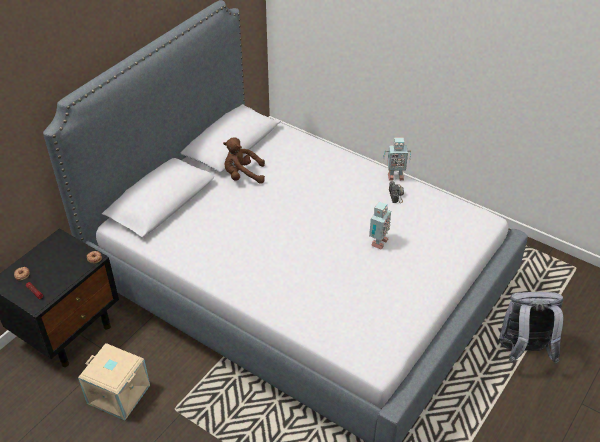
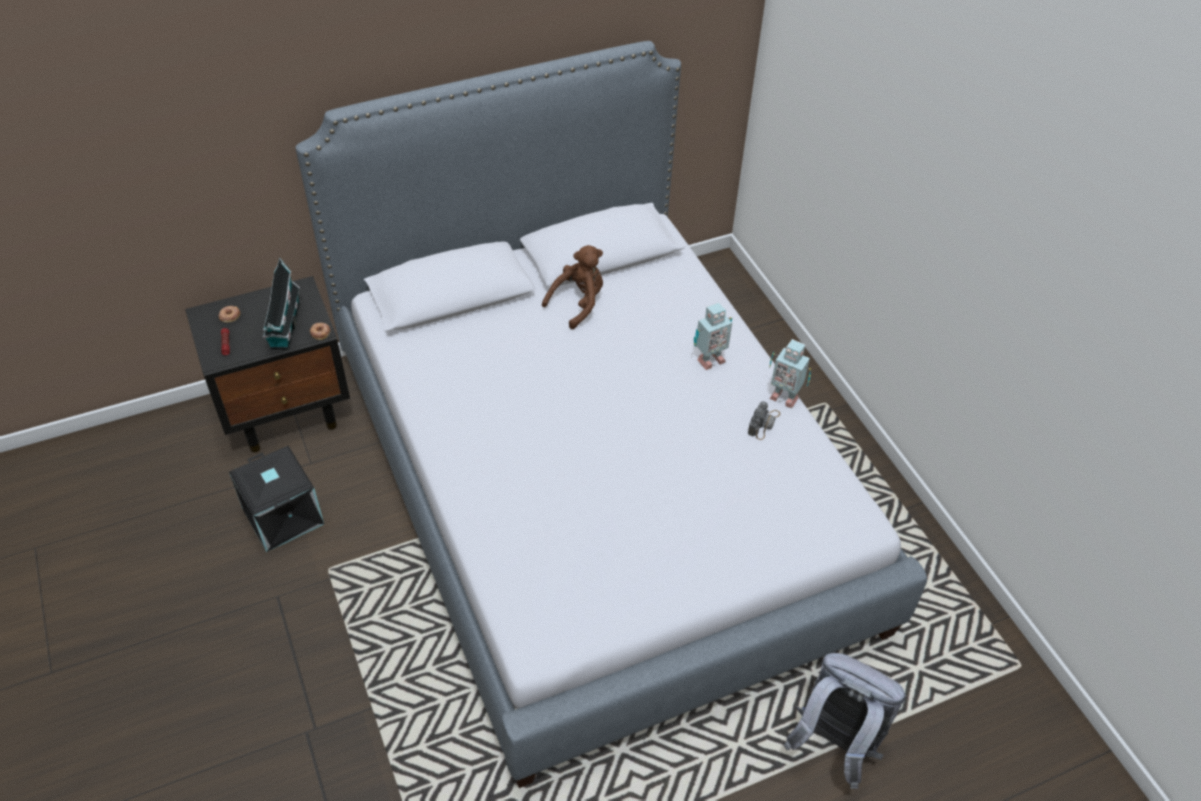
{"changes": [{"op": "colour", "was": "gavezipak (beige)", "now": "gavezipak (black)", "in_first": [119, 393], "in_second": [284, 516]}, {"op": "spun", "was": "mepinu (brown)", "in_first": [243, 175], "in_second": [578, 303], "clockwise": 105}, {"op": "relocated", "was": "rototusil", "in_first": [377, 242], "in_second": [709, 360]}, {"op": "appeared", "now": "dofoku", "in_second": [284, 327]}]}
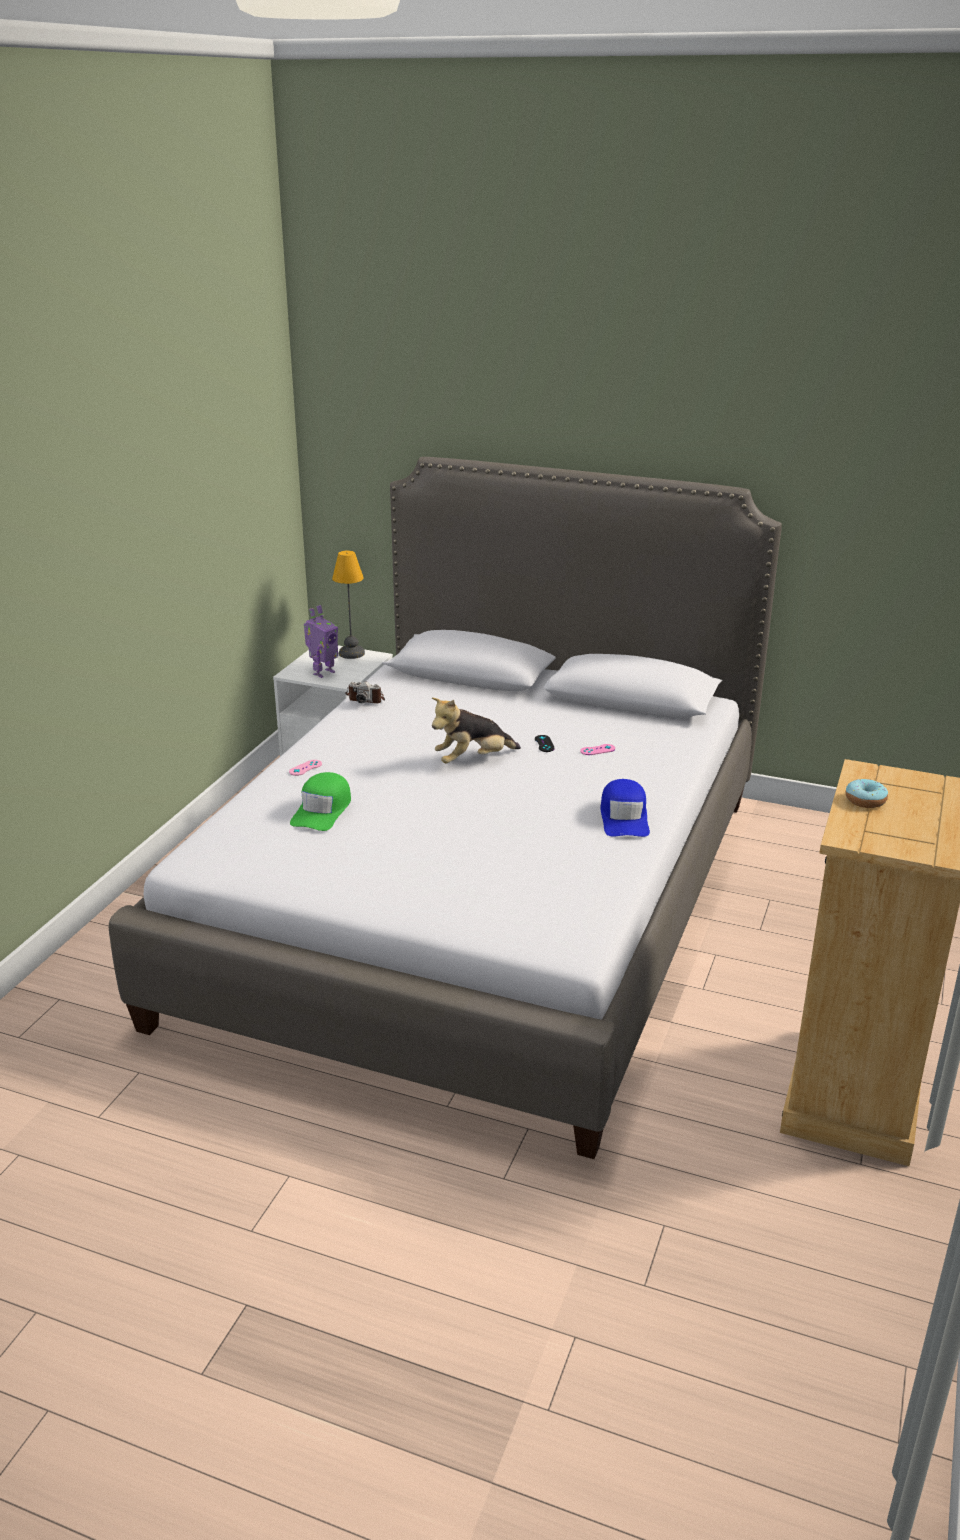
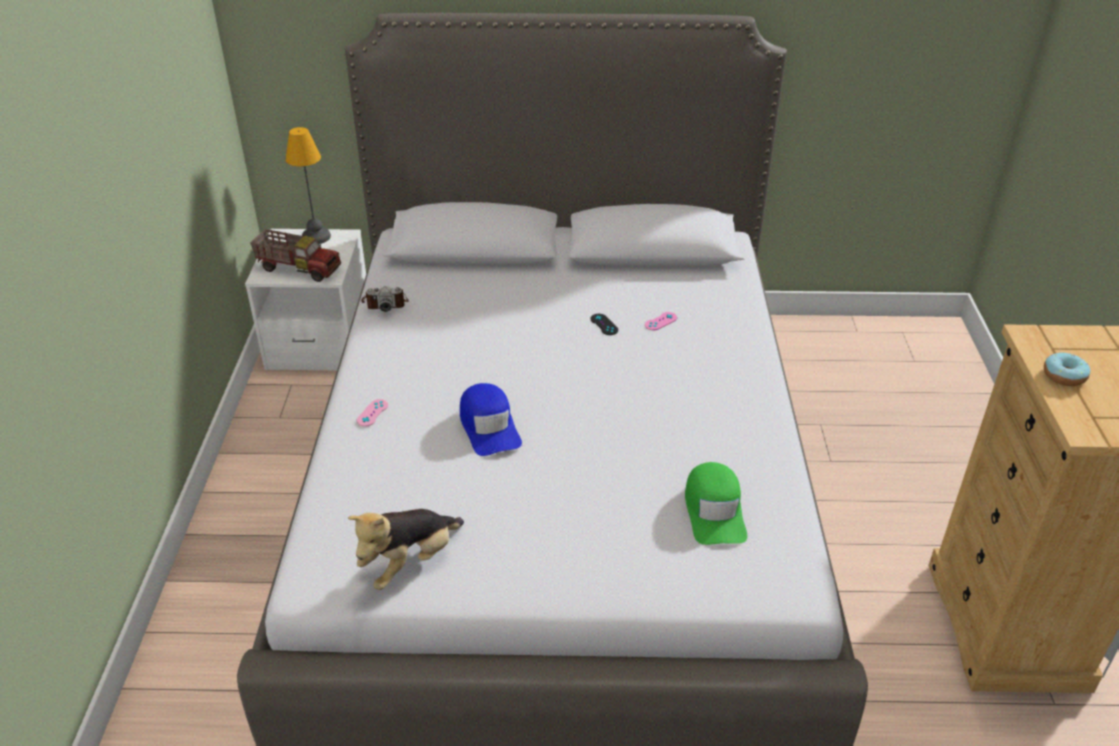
{"changes": [{"op": "relocated", "was": "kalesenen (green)", "in_first": [322, 810], "in_second": [714, 511]}, {"op": "exchanged", "was": "rototusil", "now": "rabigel", "in_first": [323, 673], "in_second": [299, 268]}, {"op": "relocated", "was": "mepinu", "in_first": [473, 760], "in_second": [410, 562]}, {"op": "relocated", "was": "kalesenen (blue)", "in_first": [624, 817], "in_second": [489, 426]}]}
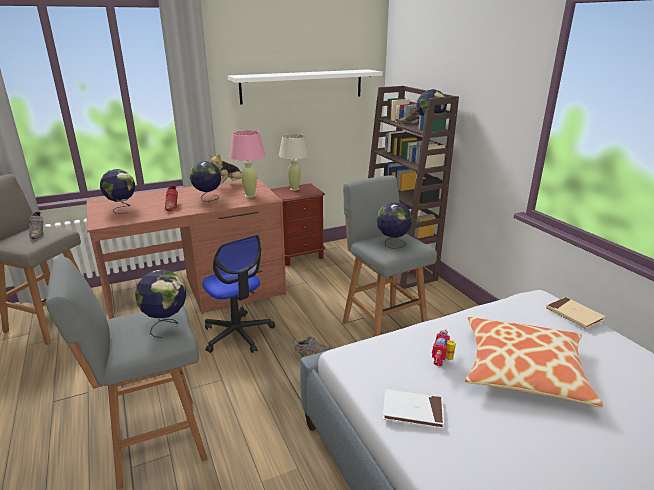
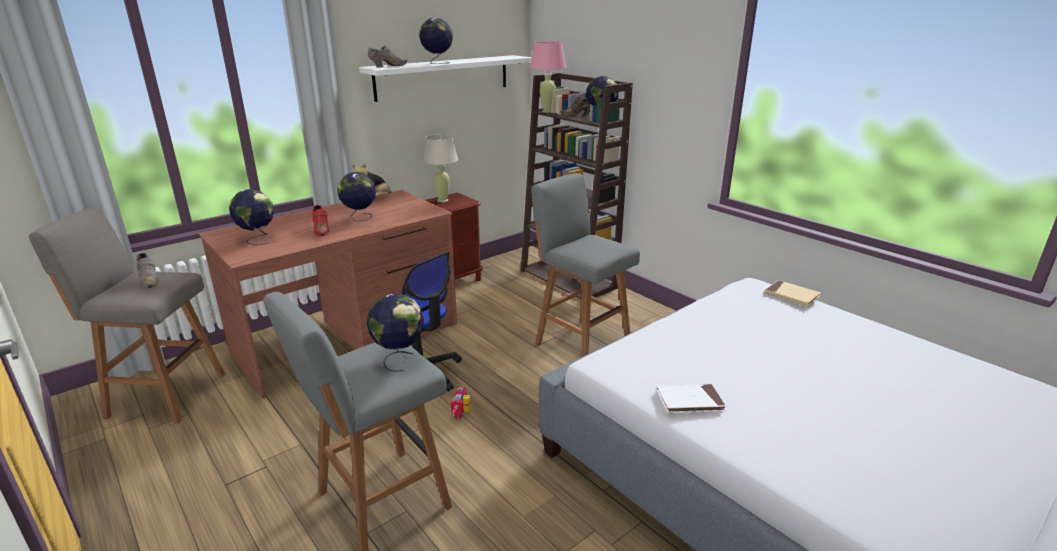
{"changes": [{"op": "relocated", "was": "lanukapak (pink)", "in_first": [250, 195], "in_second": [547, 111]}, {"op": "relocated", "was": "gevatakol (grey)", "in_first": [311, 353], "in_second": [387, 66]}, {"op": "relocated", "was": "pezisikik", "in_first": [392, 245], "in_second": [437, 63]}, {"op": "relocated", "was": "rototusil", "in_first": [442, 361], "in_second": [462, 414]}, {"op": "missing", "was": "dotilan", "in_first": [523, 370]}]}
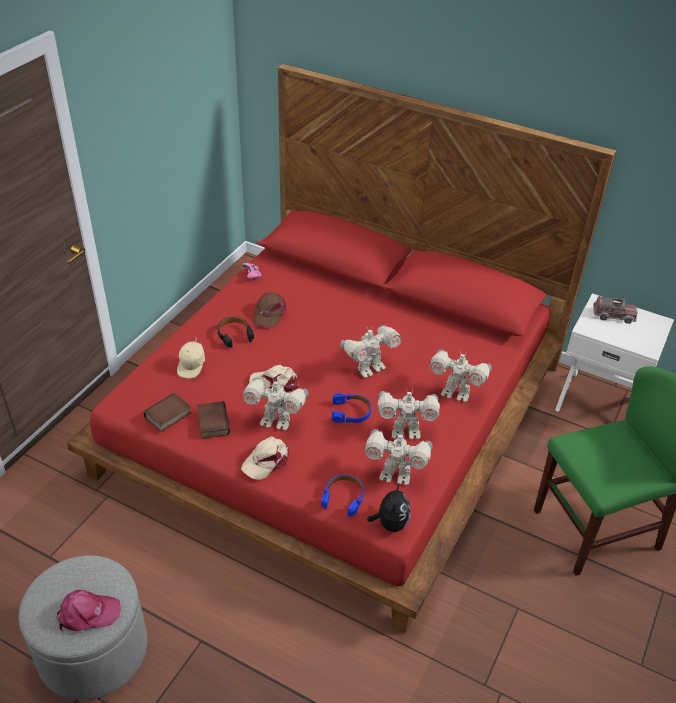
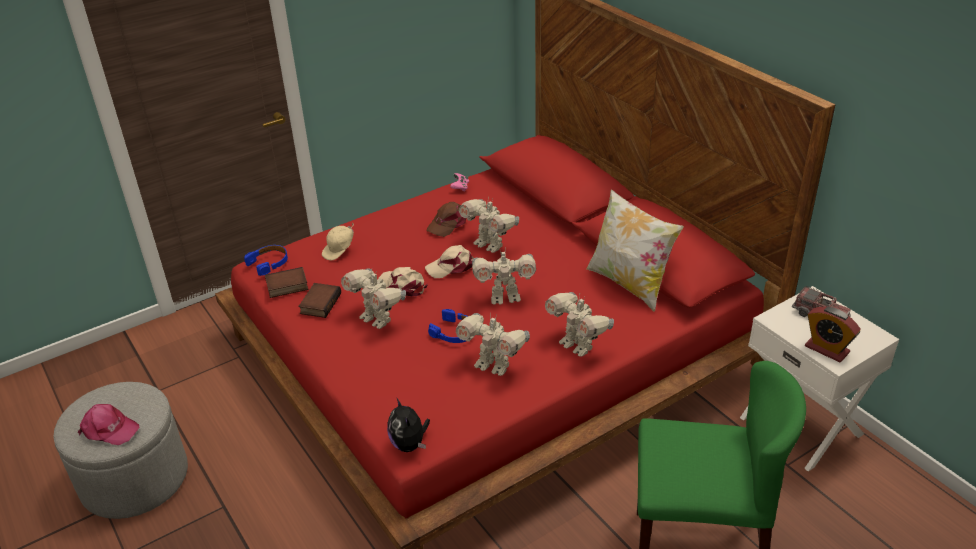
{"changes": [{"op": "missing", "was": "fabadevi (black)", "in_first": [234, 335]}, {"op": "relocated", "was": "kalesenen (beige)", "in_first": [267, 460], "in_second": [451, 267]}, {"op": "relocated", "was": "fabadevi (blue)", "in_first": [343, 497], "in_second": [269, 263]}, {"op": "relocated", "was": "rototusil", "in_first": [395, 475], "in_second": [489, 245]}, {"op": "spun", "was": "mepinu", "in_first": [390, 523], "in_second": [410, 444], "clockwise": 120}, {"op": "appeared", "now": "dotilan", "in_second": [629, 284]}, {"op": "appeared", "now": "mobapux", "in_second": [827, 349]}]}
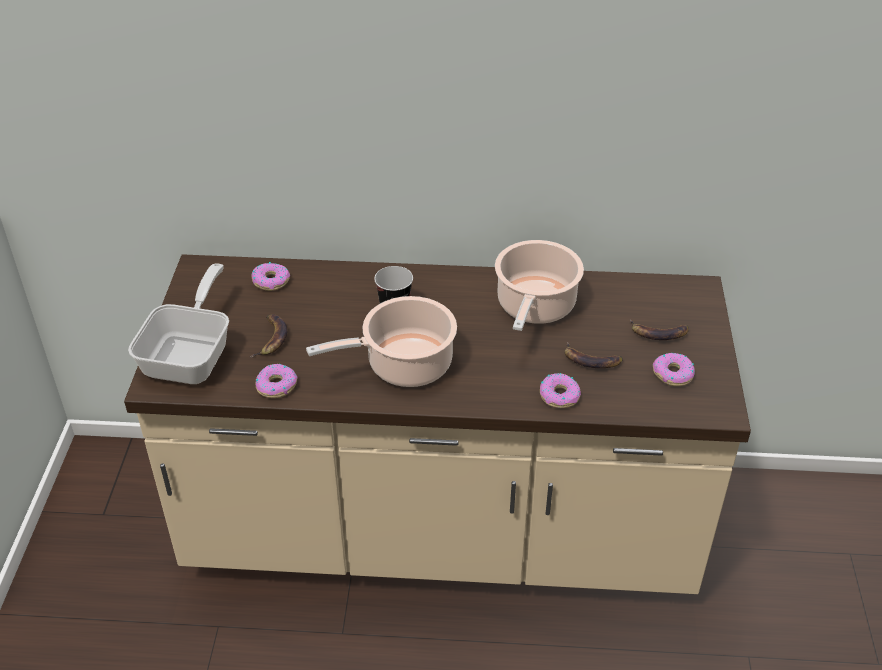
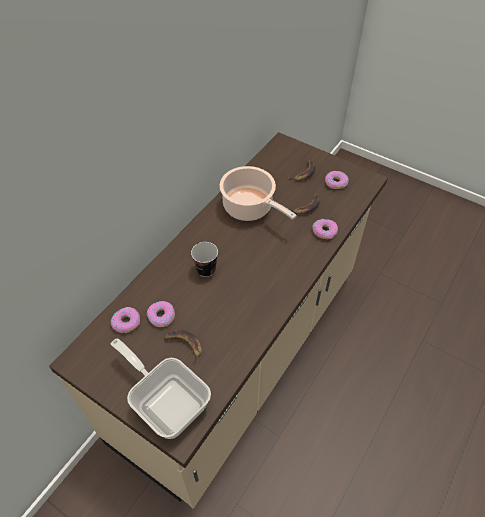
{"changes": [{"op": "relocated", "was": "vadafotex", "in_first": [276, 386], "in_second": [161, 316]}, {"op": "missing", "was": "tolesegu", "in_first": [404, 365]}]}
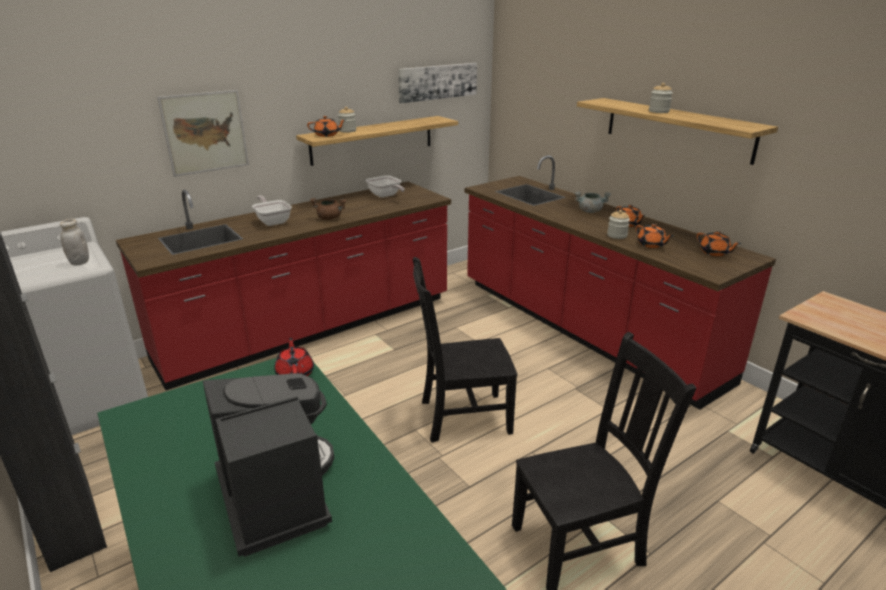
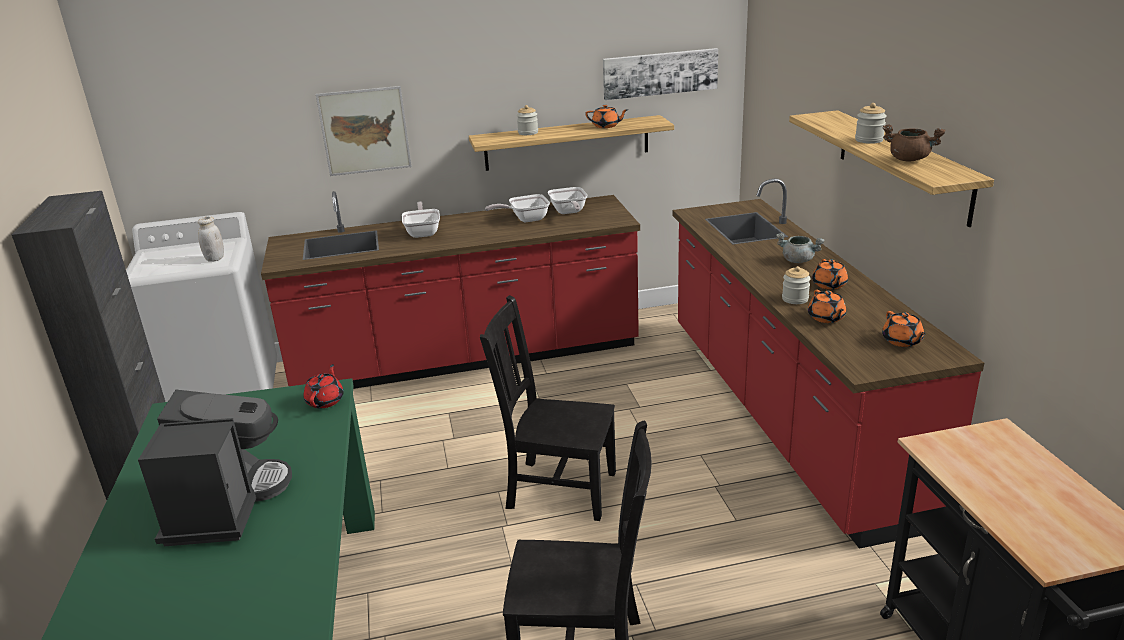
{"changes": [{"op": "relocated", "was": "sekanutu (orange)", "in_first": [327, 135], "in_second": [606, 126]}, {"op": "relocated", "was": "tolesegu (brown)", "in_first": [330, 218], "in_second": [909, 159]}, {"op": "appeared", "now": "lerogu", "in_second": [525, 219]}]}
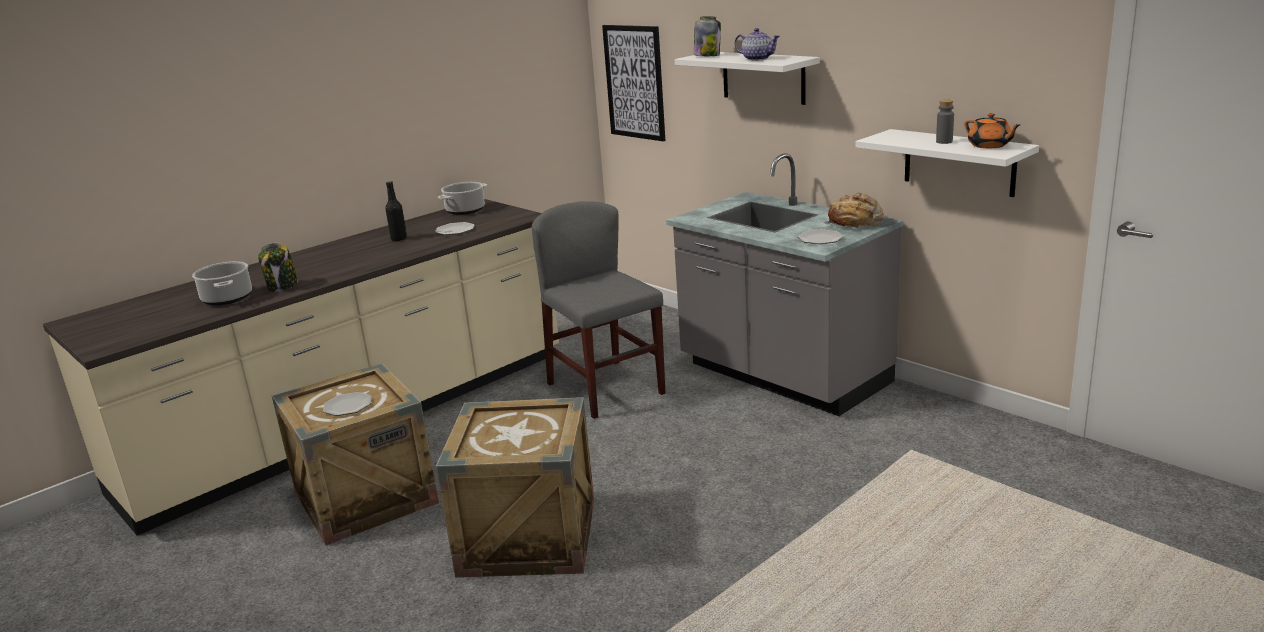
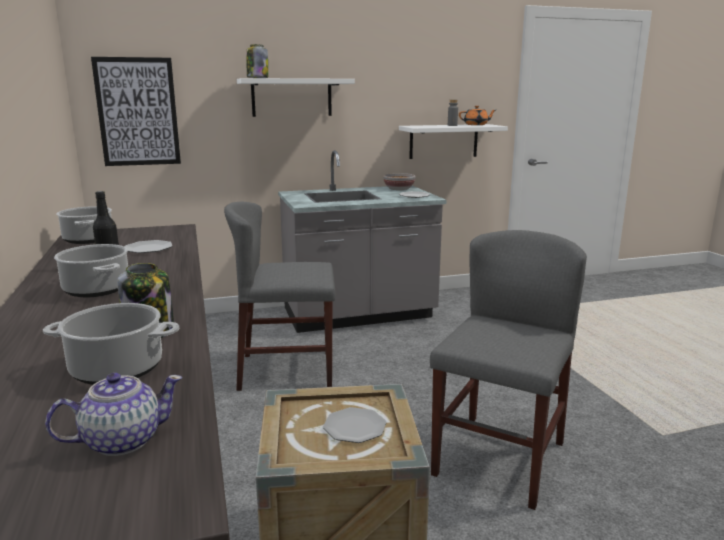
{"changes": [{"op": "exchanged", "was": "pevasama", "now": "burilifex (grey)", "in_first": [528, 536], "in_second": [499, 458]}, {"op": "relocated", "was": "sekanutu", "in_first": [757, 59], "in_second": [121, 440]}, {"op": "exchanged", "was": "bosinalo", "now": "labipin", "in_first": [855, 223], "in_second": [399, 189]}, {"op": "appeared", "now": "tolesegu", "in_second": [97, 289]}]}
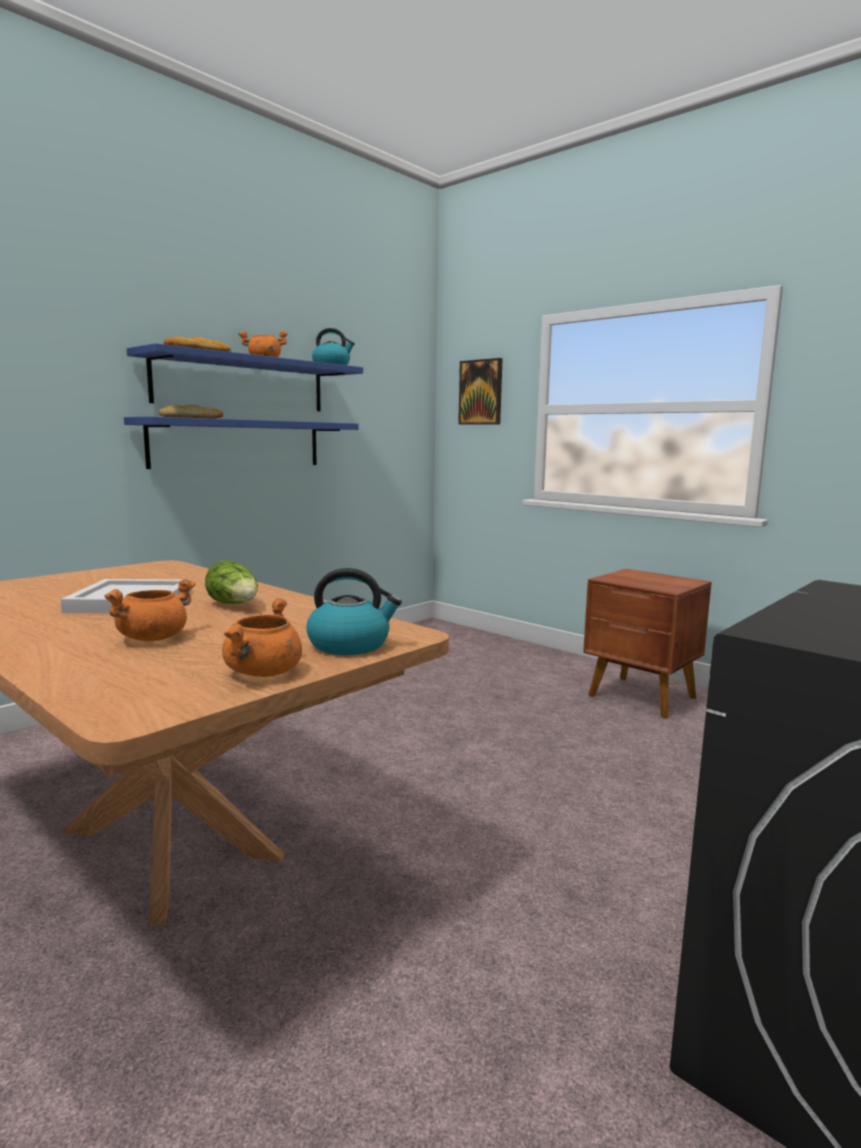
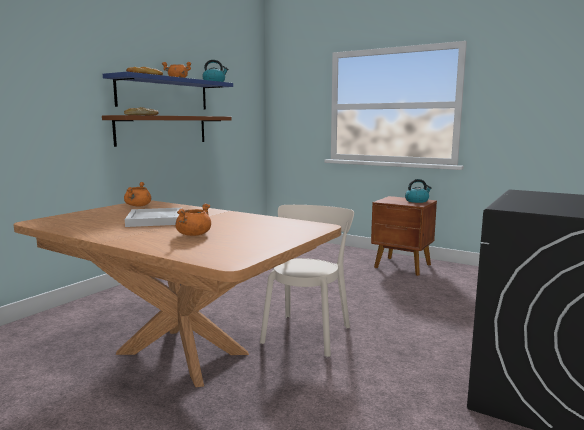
{"changes": [{"op": "colour", "was": "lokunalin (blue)", "now": "lokunalin (brown)", "in_first": [238, 443], "in_second": [162, 130]}, {"op": "missing", "was": "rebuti", "in_first": [235, 605]}, {"op": "relocated", "was": "tolesegu (orange)", "in_first": [263, 673], "in_second": [138, 206]}, {"op": "relocated", "was": "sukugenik", "in_first": [350, 645], "in_second": [417, 201]}, {"op": "missing", "was": "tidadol", "in_first": [481, 392]}, {"op": "appeared", "now": "burilifex (beige)", "in_second": [307, 332]}]}
